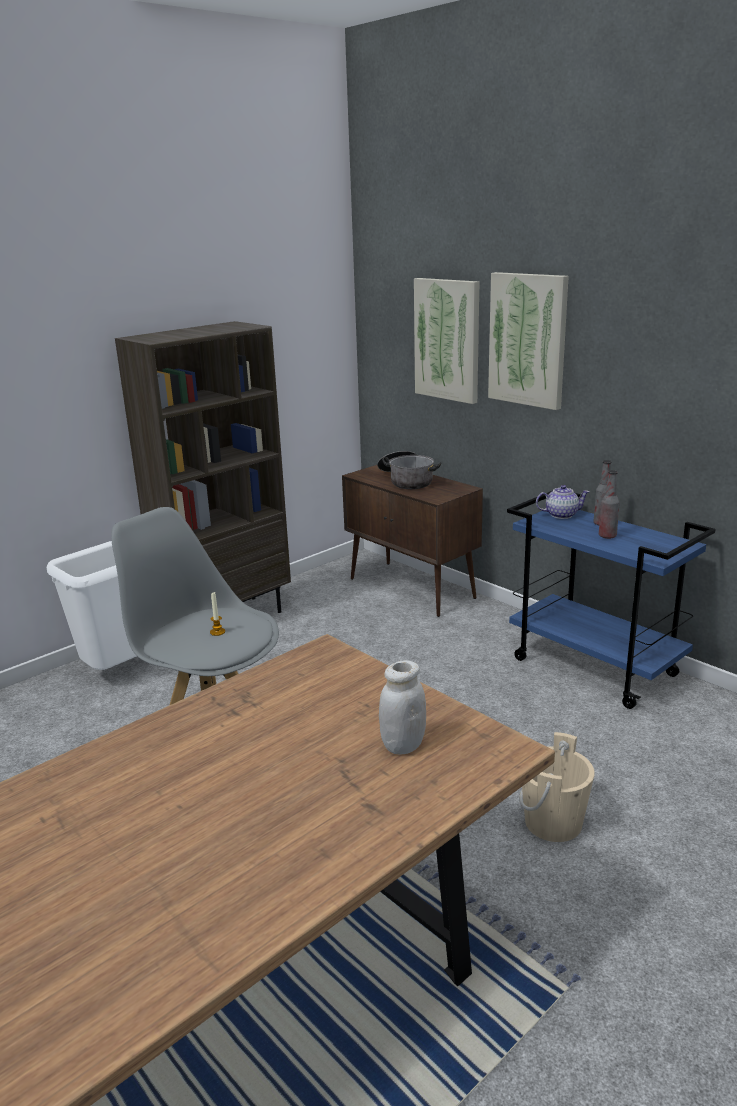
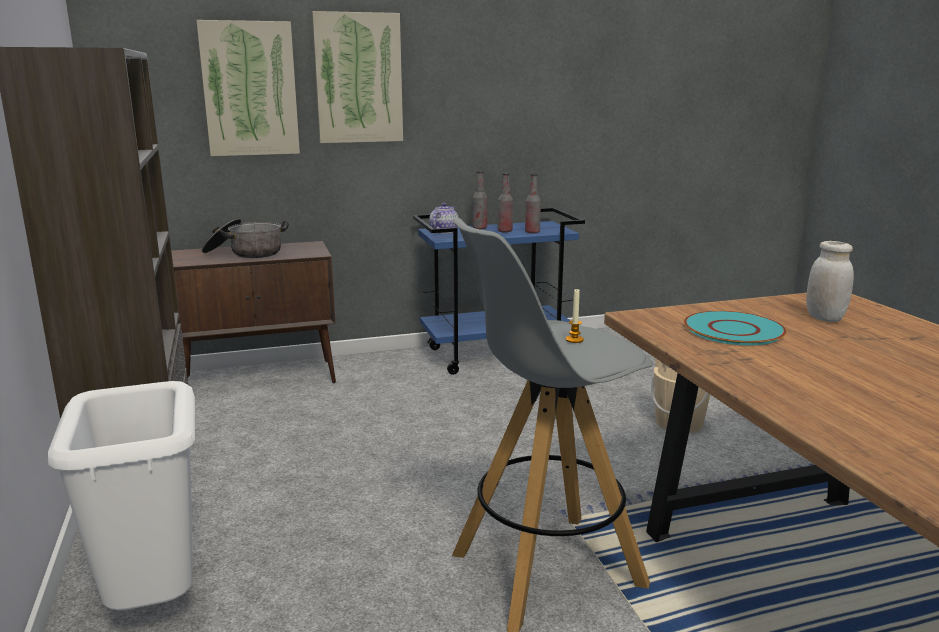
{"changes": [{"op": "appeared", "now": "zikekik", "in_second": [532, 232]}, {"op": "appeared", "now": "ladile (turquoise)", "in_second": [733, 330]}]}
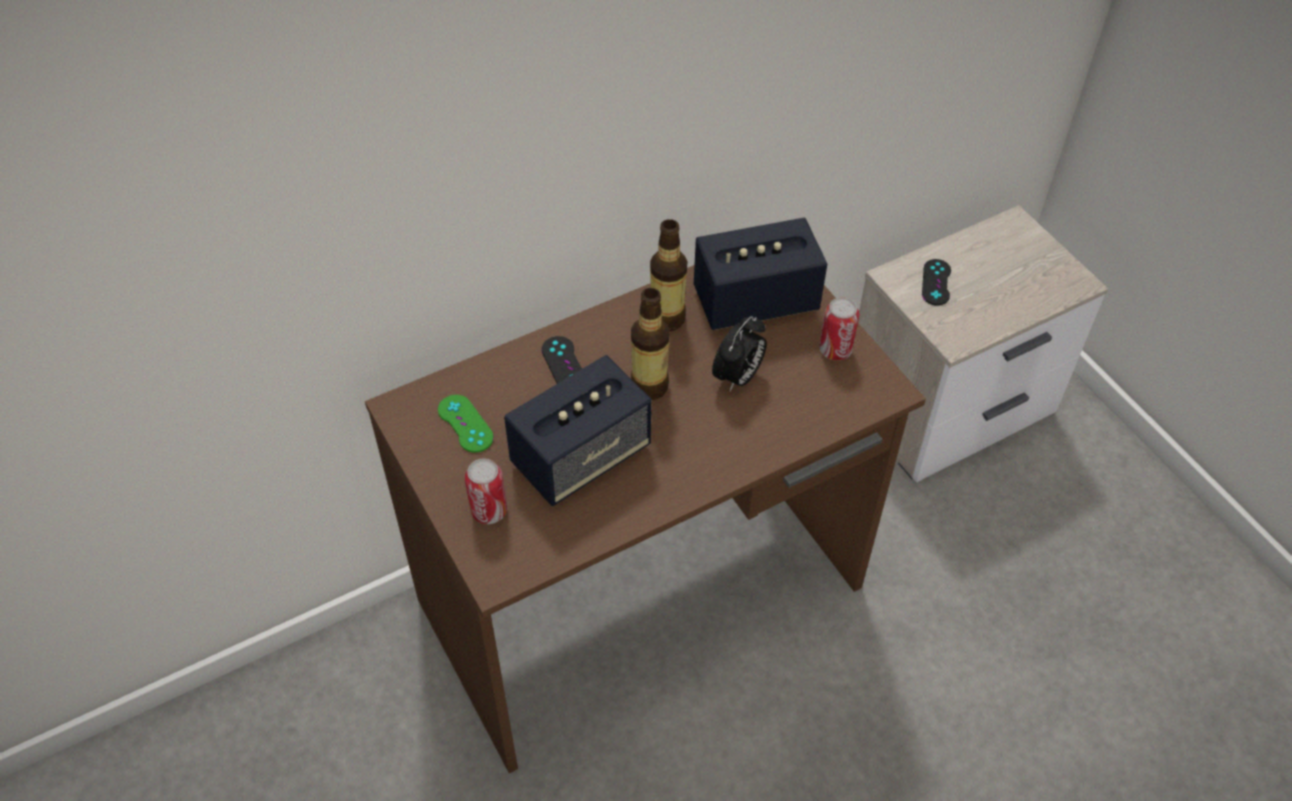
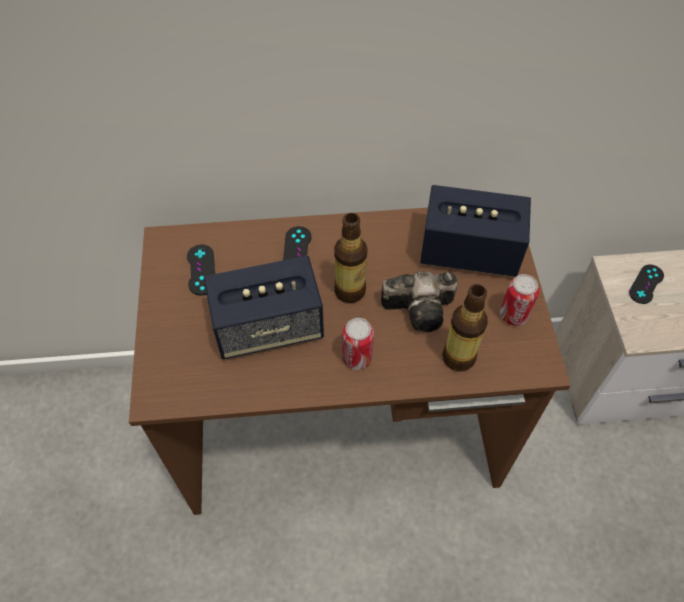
{"changes": [{"op": "colour", "was": "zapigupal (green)", "now": "zapigupal (black)", "in_first": [465, 424], "in_second": [201, 270]}, {"op": "relocated", "was": "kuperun", "in_first": [489, 511], "in_second": [357, 358]}, {"op": "relocated", "was": "zikekik", "in_first": [667, 319], "in_second": [458, 357]}, {"op": "exchanged", "was": "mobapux", "now": "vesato", "in_first": [738, 377], "in_second": [422, 309]}]}
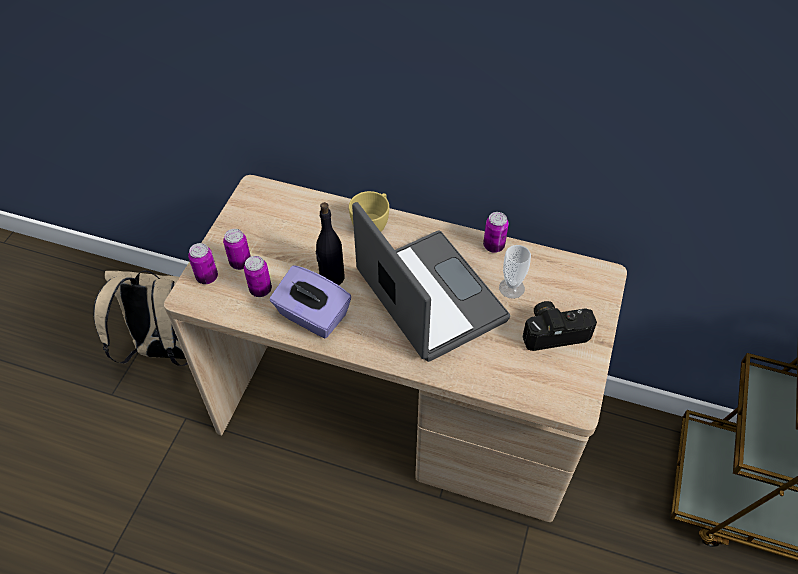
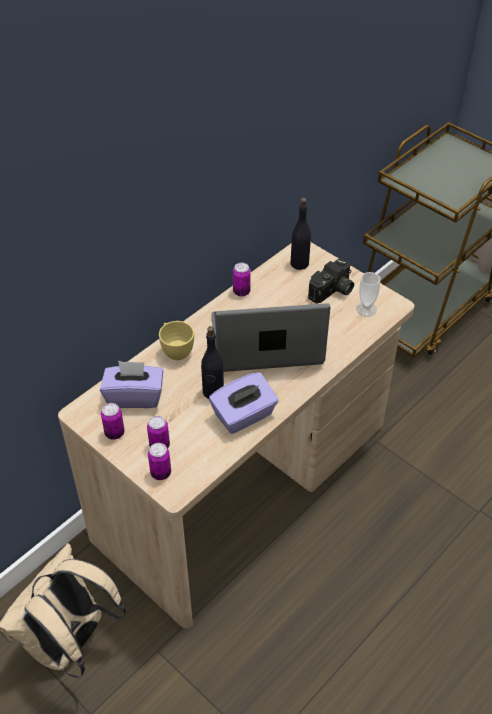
{"changes": [{"op": "relocated", "was": "kuperun", "in_first": [260, 290], "in_second": [114, 433]}, {"op": "relocated", "was": "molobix", "in_first": [511, 288], "in_second": [366, 309]}, {"op": "spun", "was": "vesato", "in_first": [554, 331], "in_second": [332, 291], "clockwise": -150}, {"op": "appeared", "now": "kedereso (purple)", "in_second": [134, 396]}, {"op": "appeared", "now": "zikekik (black)", "in_second": [299, 263]}]}
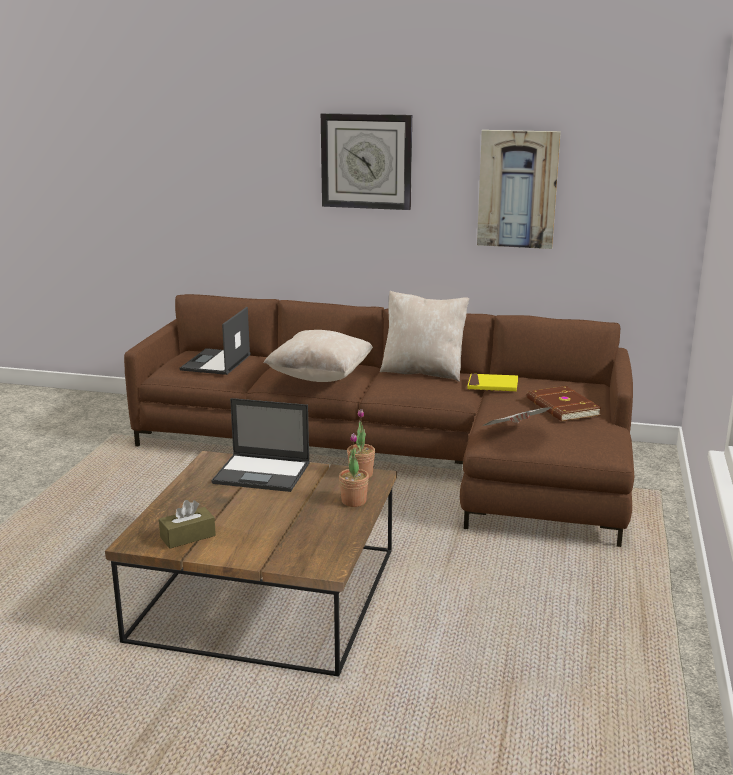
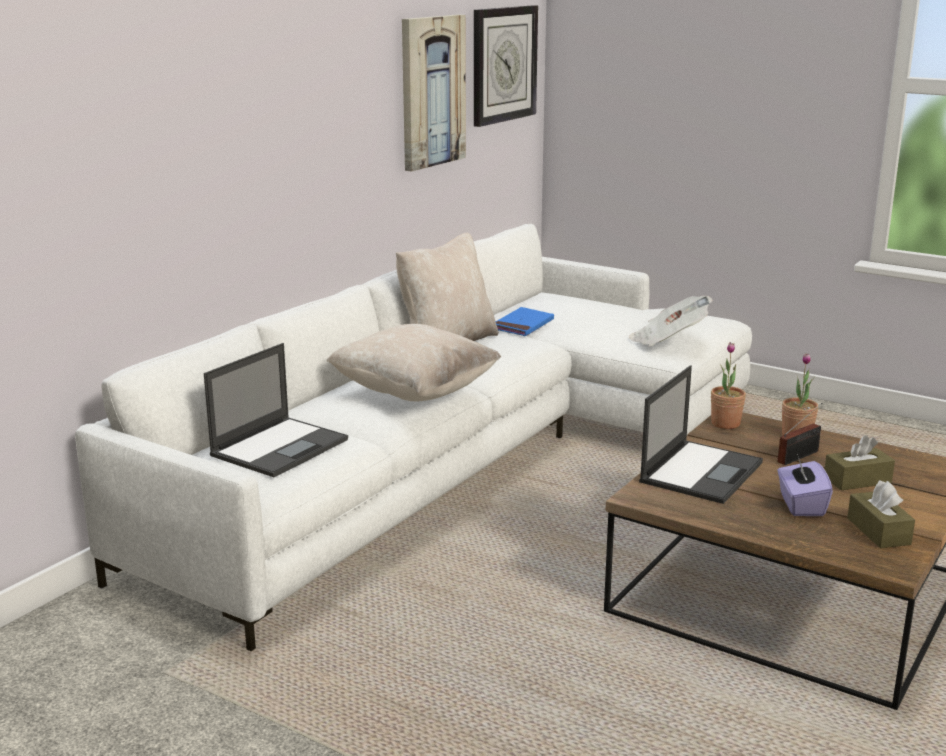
{"changes": [{"op": "colour", "was": "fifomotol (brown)", "now": "fifomotol (white)", "in_first": [399, 456], "in_second": [464, 461]}, {"op": "spun", "was": "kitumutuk", "in_first": [216, 362], "in_second": [280, 447], "clockwise": -90}, {"op": "relocated", "was": "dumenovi", "in_first": [366, 161], "in_second": [503, 64]}, {"op": "colour", "was": "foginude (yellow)", "now": "foginude (blue)", "in_first": [492, 385], "in_second": [523, 325]}, {"op": "missing", "was": "foginude (brown)", "in_first": [562, 407]}, {"op": "appeared", "now": "kedereso (purple)", "in_second": [801, 505]}, {"op": "appeared", "now": "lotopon", "in_second": [800, 456]}, {"op": "appeared", "now": "kedereso (brown)", "in_second": [857, 480]}]}
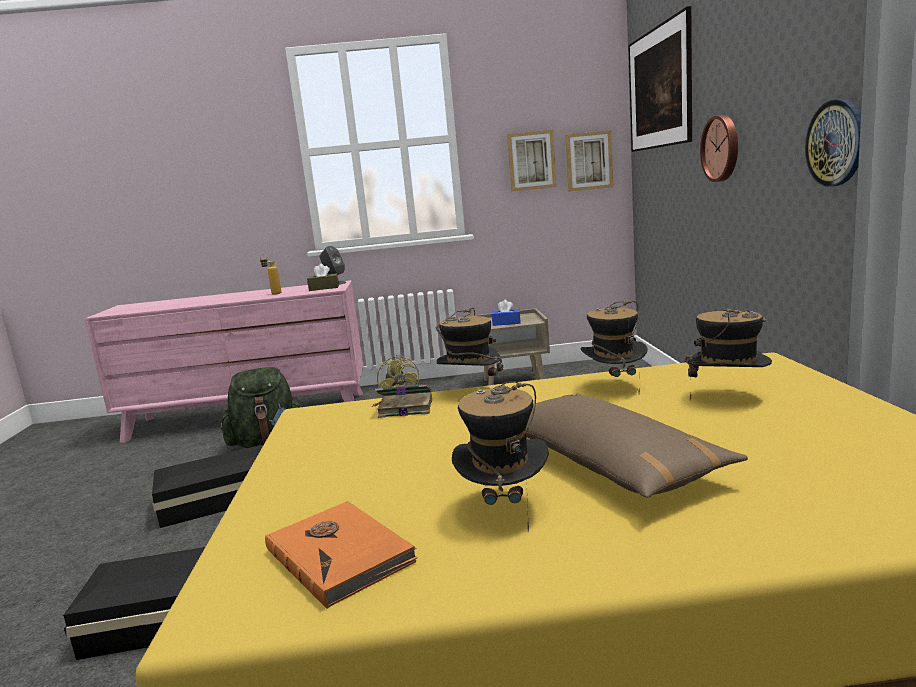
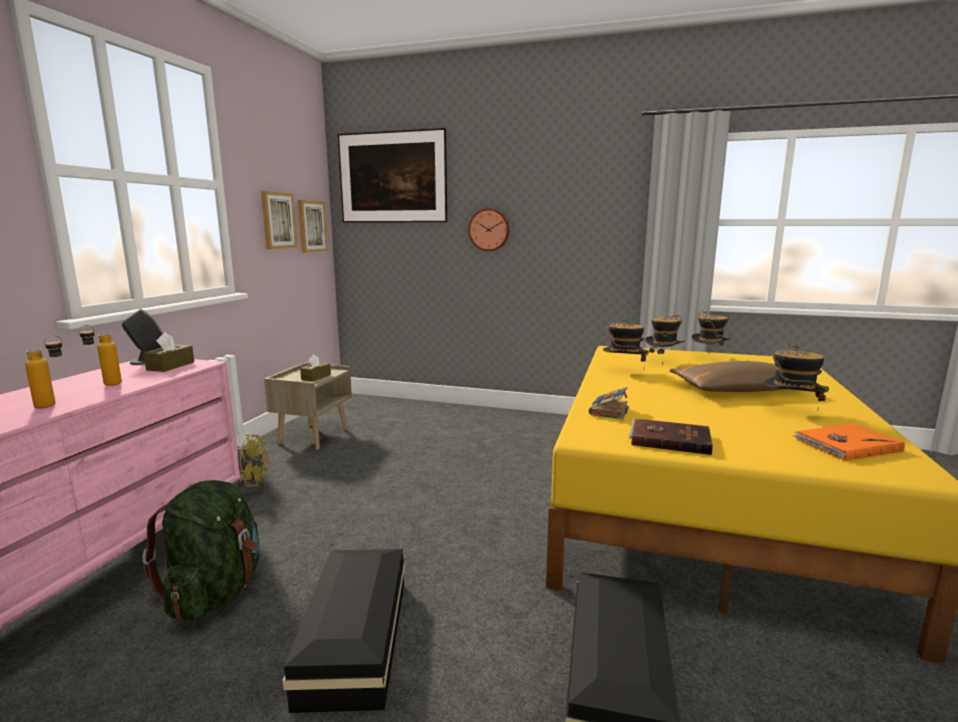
{"changes": [{"op": "relocated", "was": "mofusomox", "in_first": [471, 391], "in_second": [708, 358]}, {"op": "colour", "was": "kedereso (blue)", "now": "kedereso (brown)", "in_first": [506, 323], "in_second": [316, 377]}, {"op": "missing", "was": "dumenovi", "in_first": [836, 143]}, {"op": "appeared", "now": "zikekik", "in_second": [54, 404]}, {"op": "appeared", "now": "foginude (brown)", "in_second": [669, 439]}]}
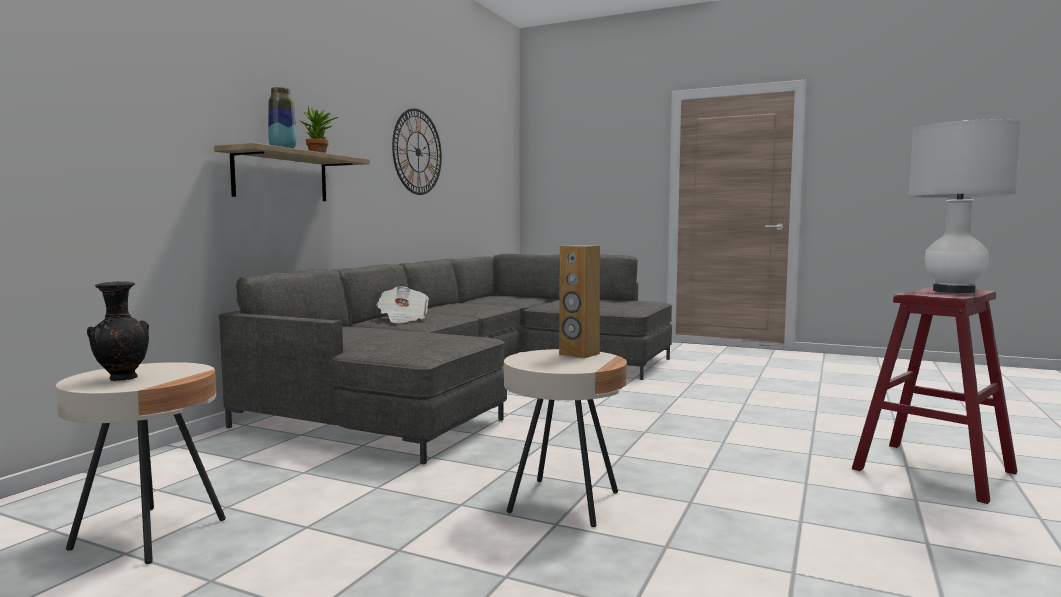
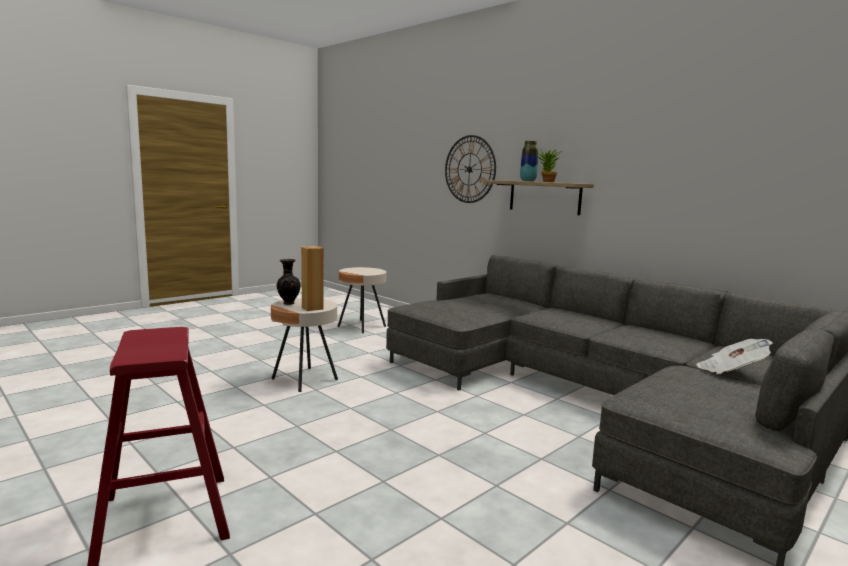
{"changes": [{"op": "relocated", "was": "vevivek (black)", "in_first": [121, 379], "in_second": [288, 303]}, {"op": "relocated", "was": "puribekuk", "in_first": [403, 319], "in_second": [731, 371]}, {"op": "relocated", "was": "dumenovi", "in_first": [417, 152], "in_second": [469, 169]}, {"op": "missing", "was": "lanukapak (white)", "in_first": [953, 291]}]}
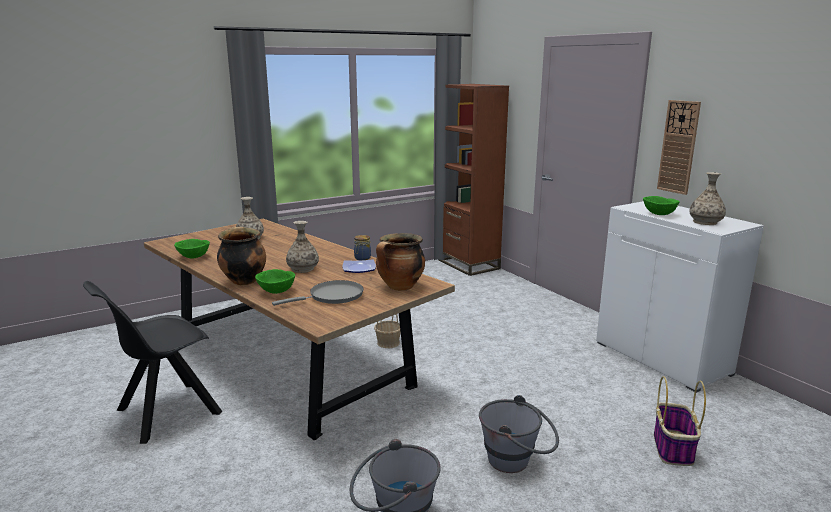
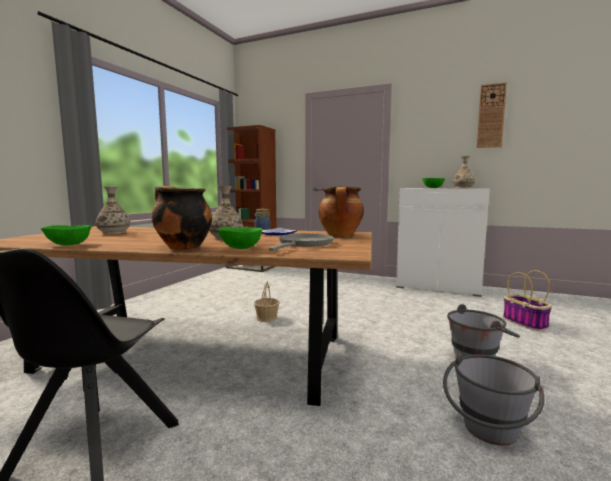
{"changes": [{"op": "relocated", "was": "dumenovi", "in_first": [678, 147], "in_second": [491, 116]}]}
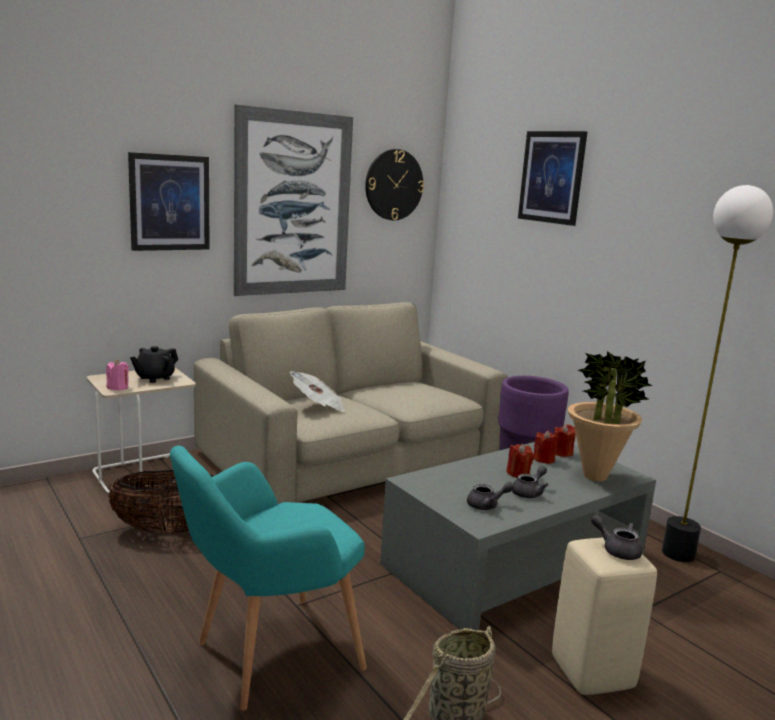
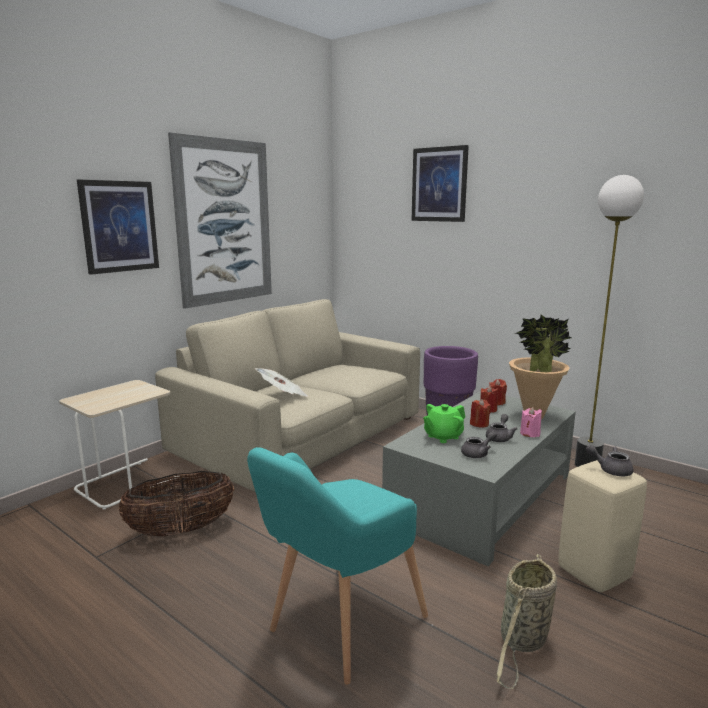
{"changes": [{"op": "relocated", "was": "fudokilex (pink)", "in_first": [118, 387], "in_second": [530, 433]}, {"op": "missing", "was": "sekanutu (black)", "in_first": [154, 378]}, {"op": "missing", "was": "dumenovi", "in_first": [394, 185]}, {"op": "appeared", "now": "sekanutu (green)", "in_second": [443, 437]}]}
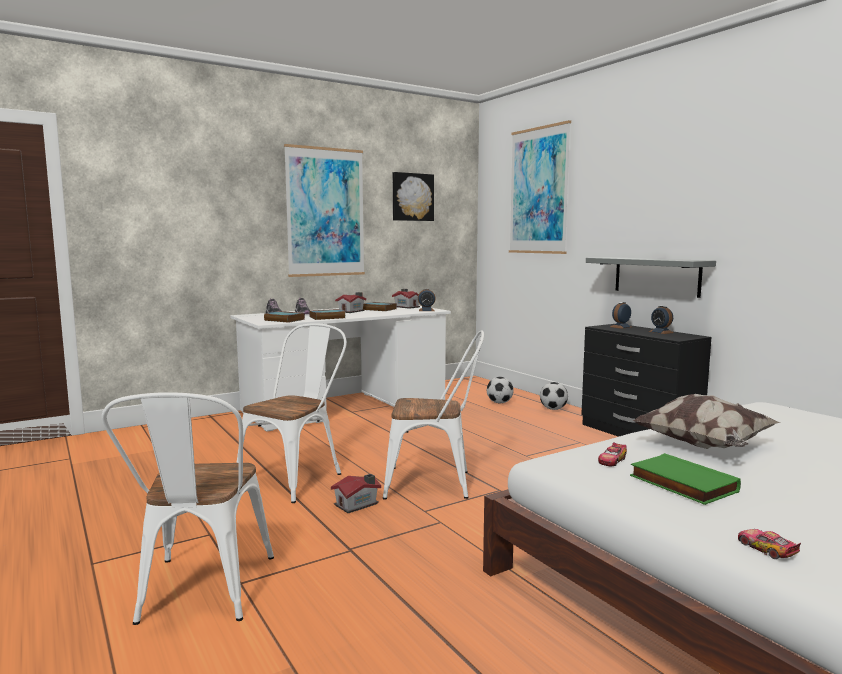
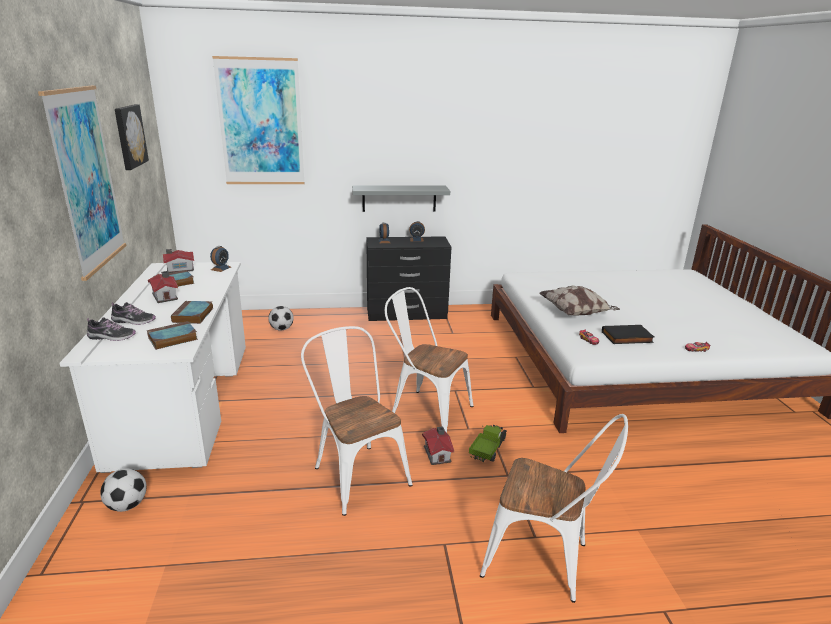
{"changes": [{"op": "spun", "was": "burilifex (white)", "in_first": [436, 483], "in_second": [425, 410], "clockwise": -90}, {"op": "relocated", "was": "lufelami", "in_first": [553, 409], "in_second": [127, 505]}, {"op": "colour", "was": "foginude (green)", "now": "foginude (black)", "in_first": [681, 484], "in_second": [627, 337]}, {"op": "appeared", "now": "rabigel", "in_second": [487, 450]}]}
